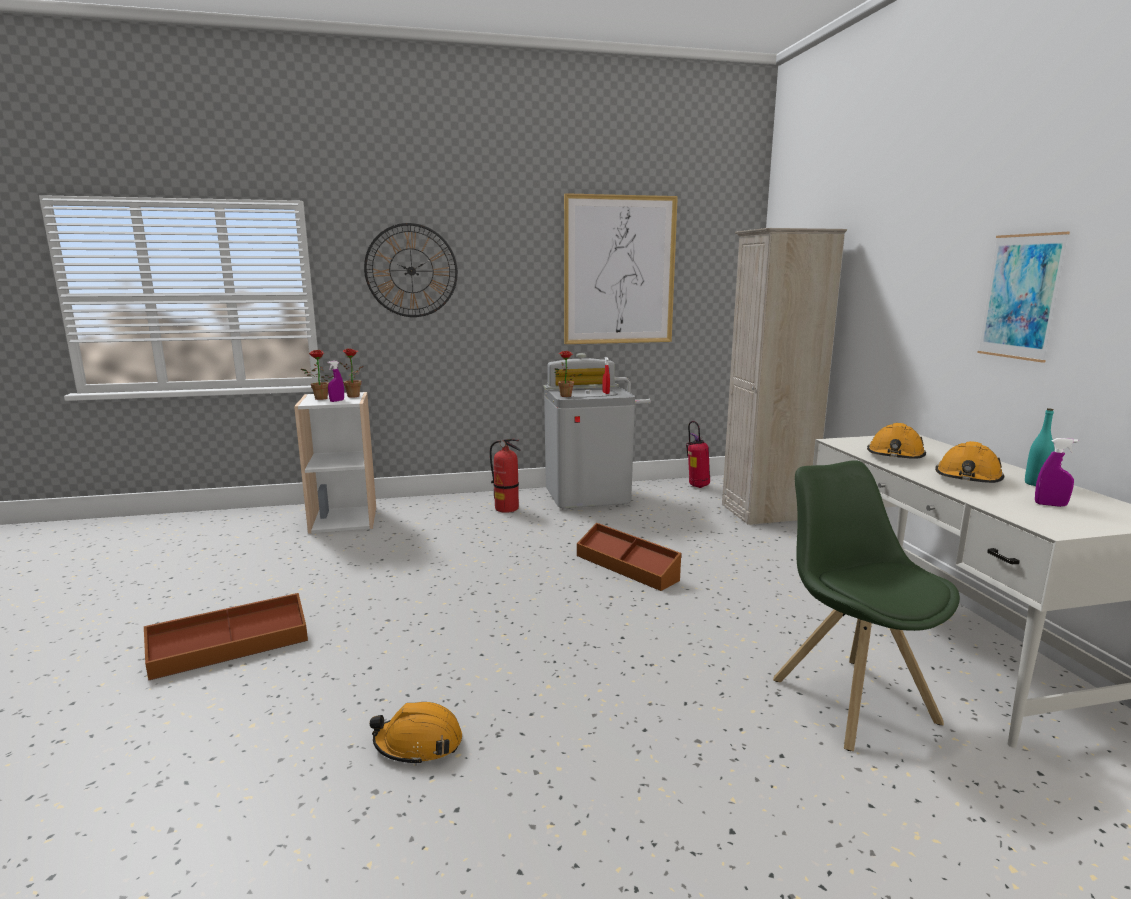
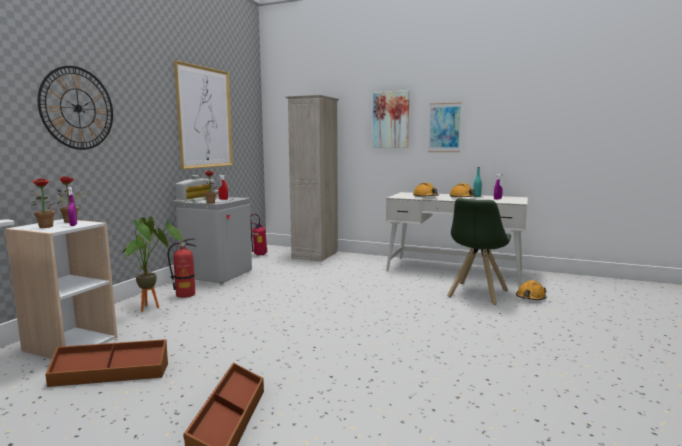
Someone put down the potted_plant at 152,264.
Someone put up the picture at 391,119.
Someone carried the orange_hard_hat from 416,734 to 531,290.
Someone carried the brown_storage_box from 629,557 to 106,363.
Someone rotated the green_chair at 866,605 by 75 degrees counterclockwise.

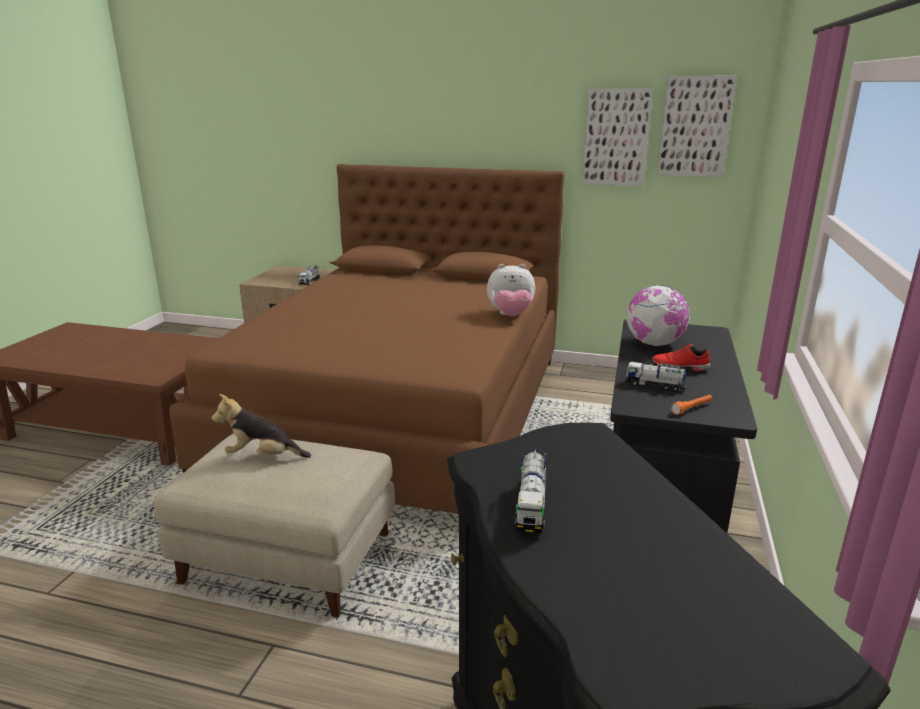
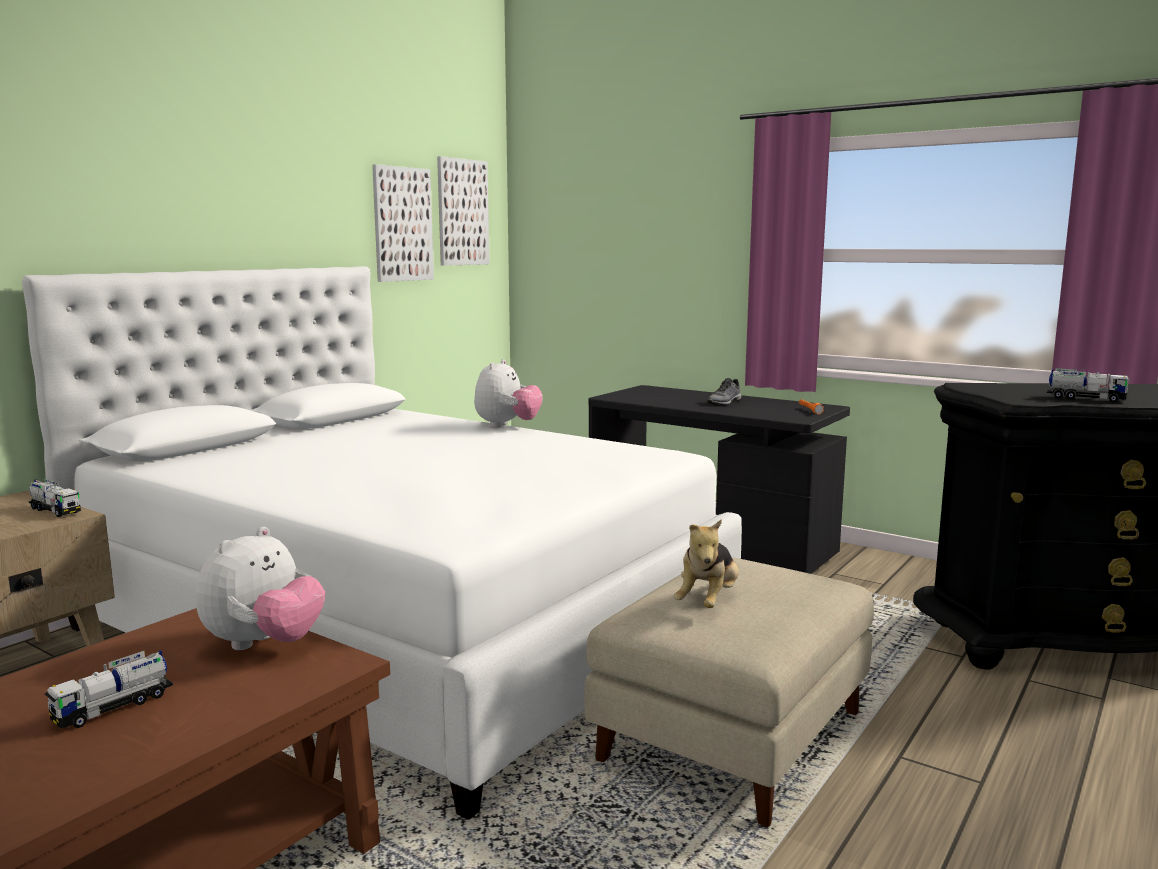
Someone took away the globe at 658,315.
Someone put down the plush_toy at 260,588.
Someone carried the toy_truck from 656,376 to 109,689.
Someone repainted the brown_bed at 366,339, which became the white_bed at 382,543.
Someone repainted the red_shoe at 681,357, which became the grey_shoe at 724,391.

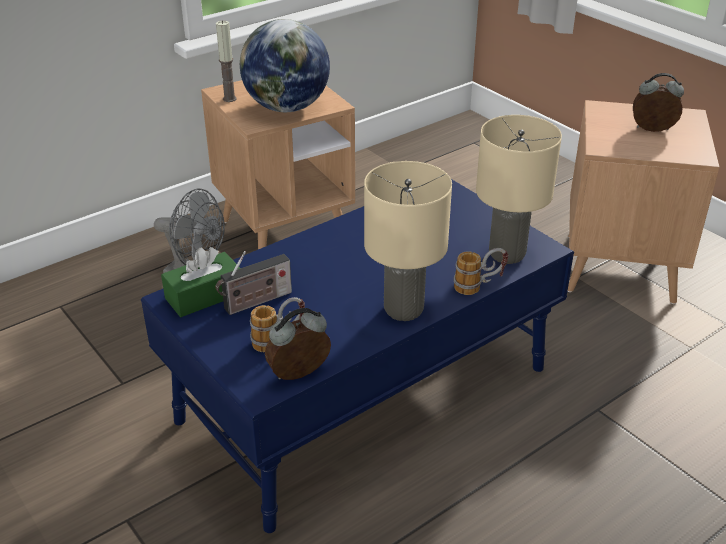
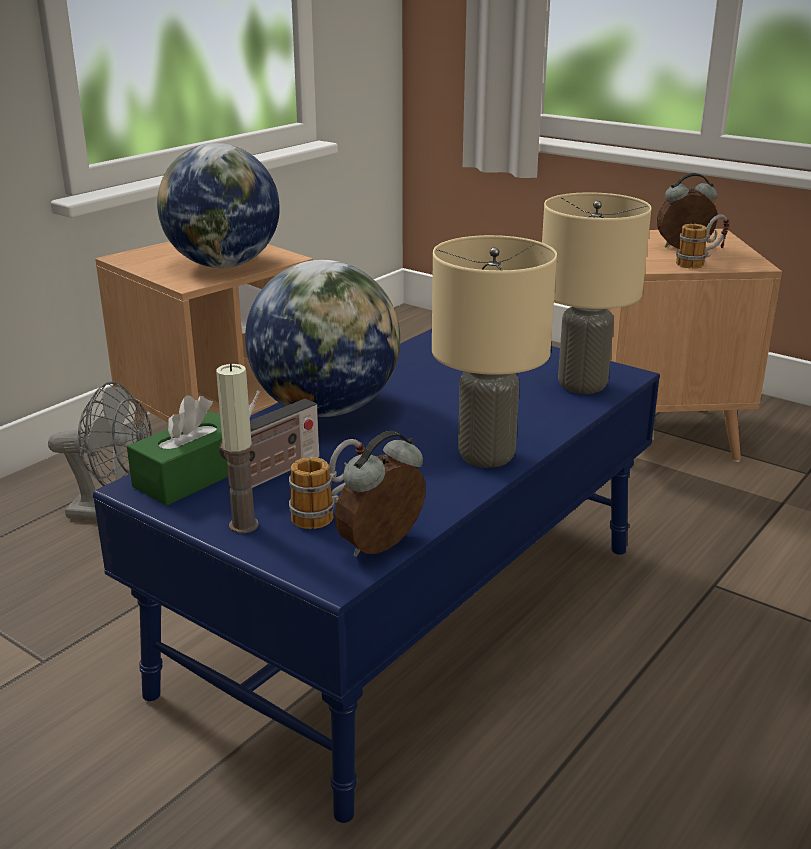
Someone put down the globe at 322,338.
Someone carried the candle from 226,61 to 237,448.
Someone carried the mug from 481,271 to 702,241.

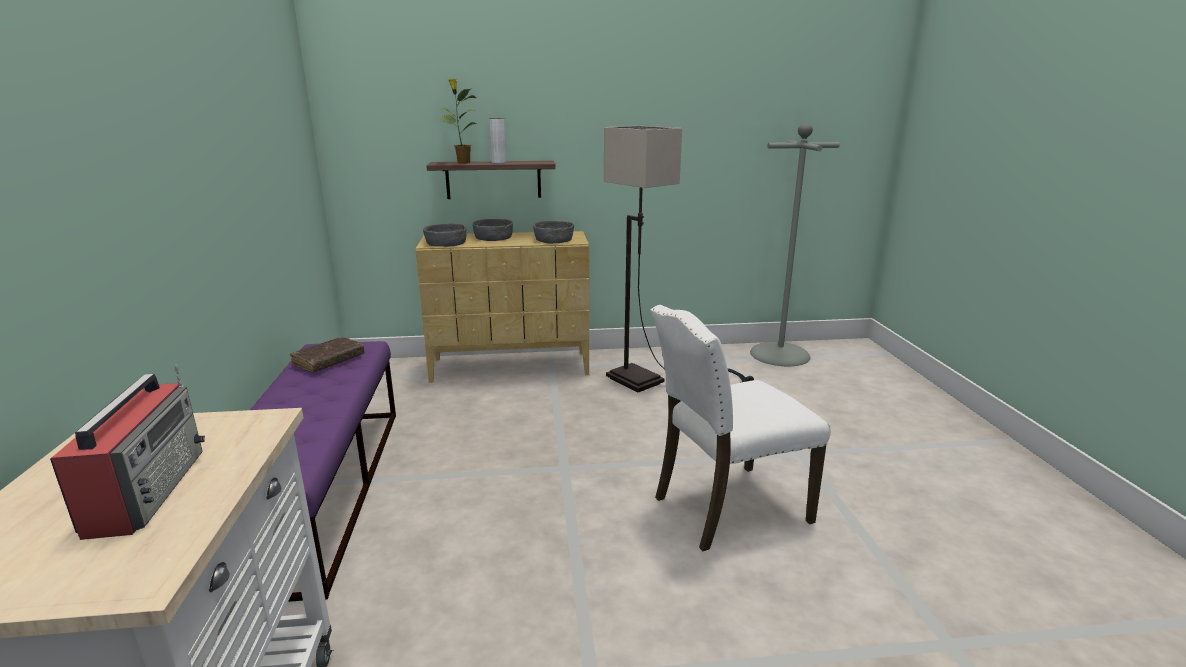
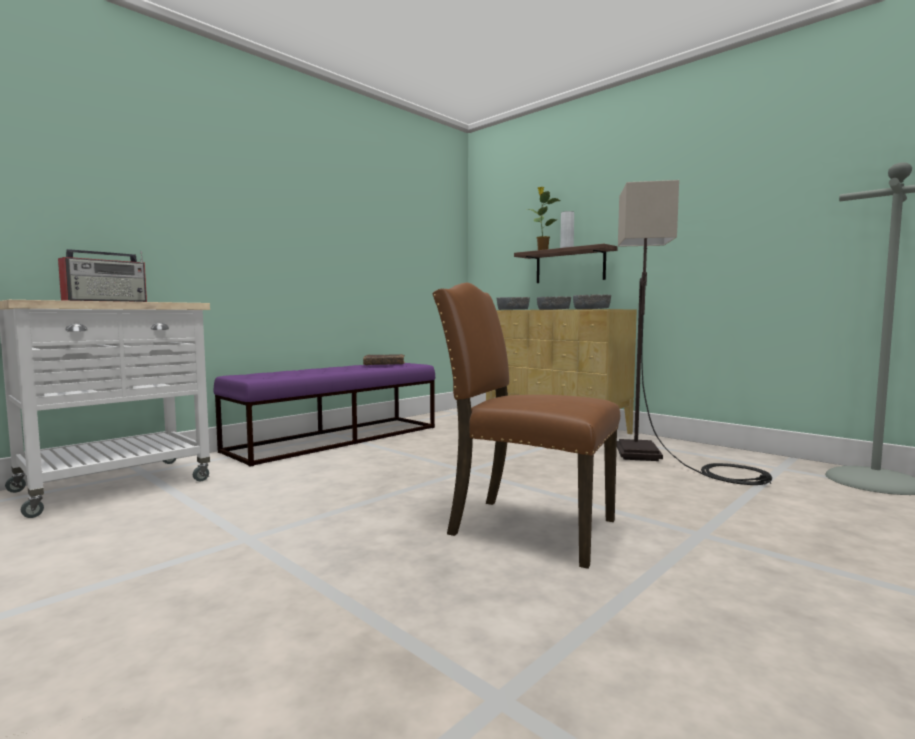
Someone repainted the white_chair at 740,428, which became the brown_chair at 526,426.

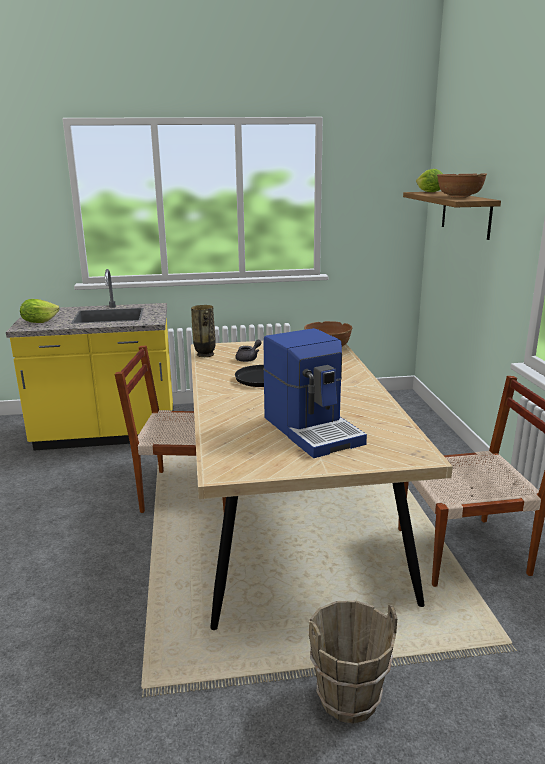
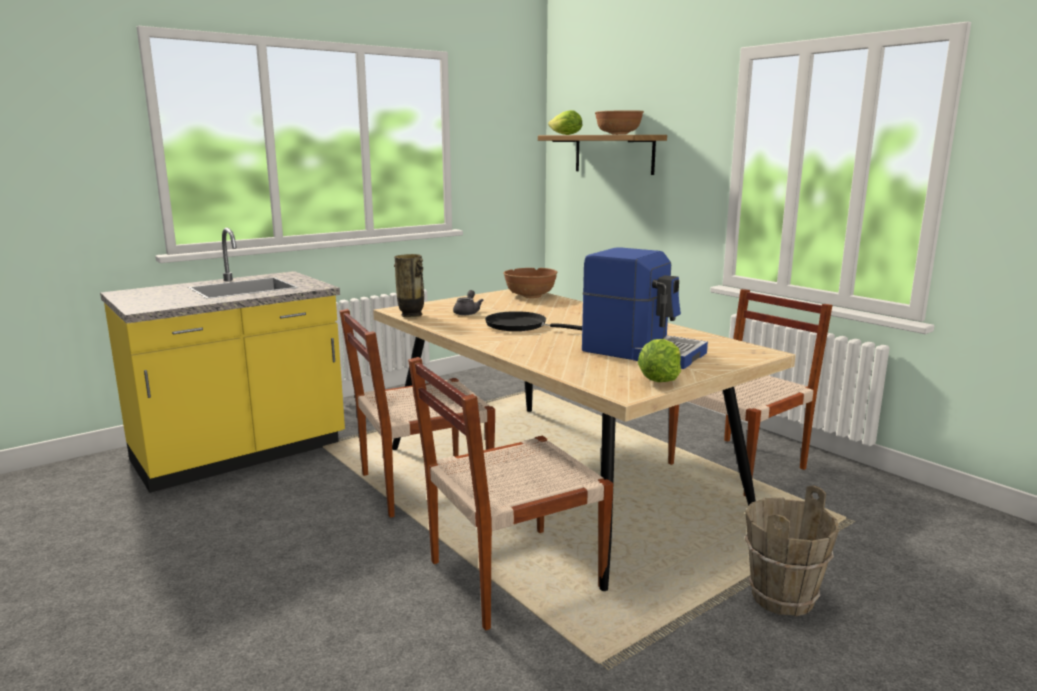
Someone put down the chair at 510,493.
Someone carried the lettuce from 39,311 to 659,360.

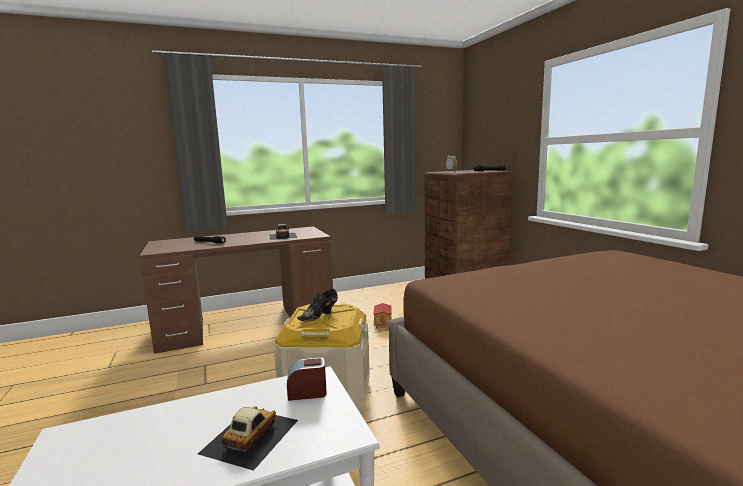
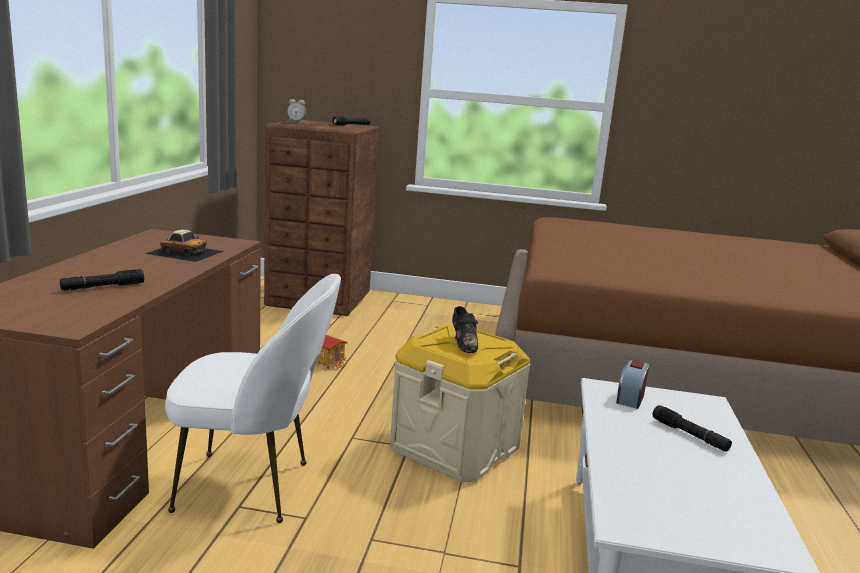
Someone put down the white_chair at 253,398.
Someone swapped the toy_car at 248,438 for the black_flashlight at 692,428.

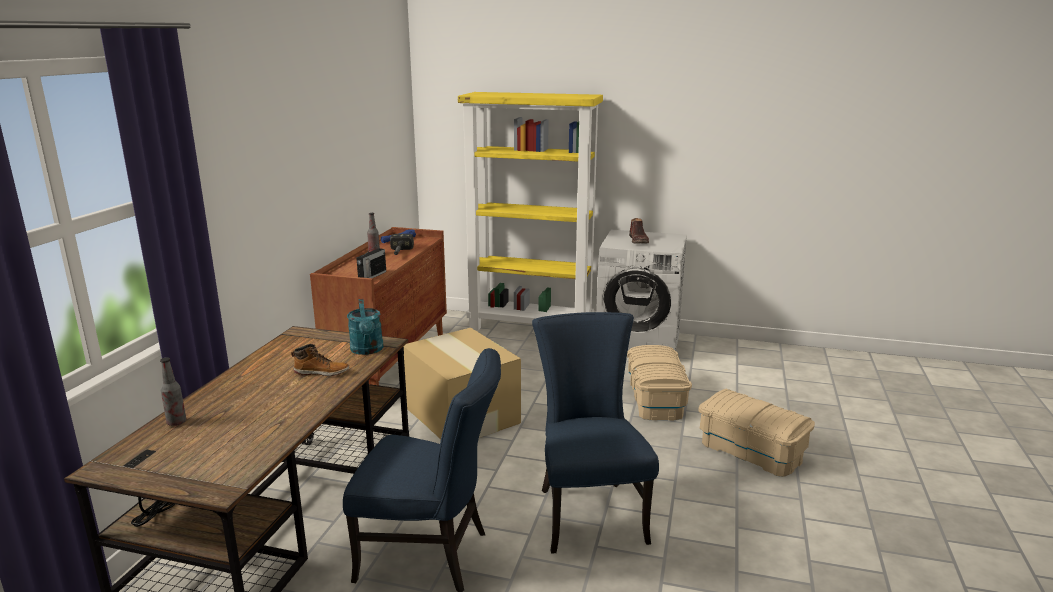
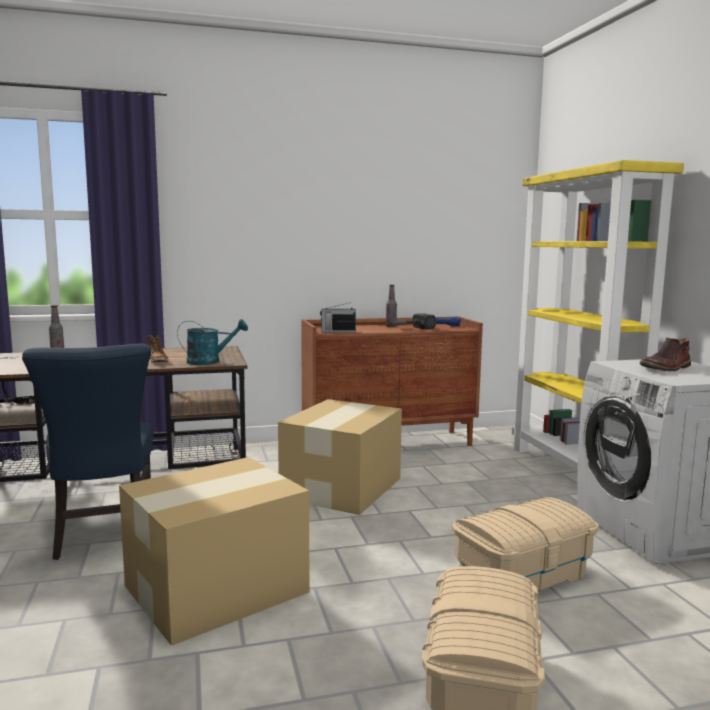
Someone swapped the blue_chair at 595,433 for the cardboard_box at 214,551.
Someone rotated the turquoise_watering_can at 365,327 by 150 degrees counterclockwise.

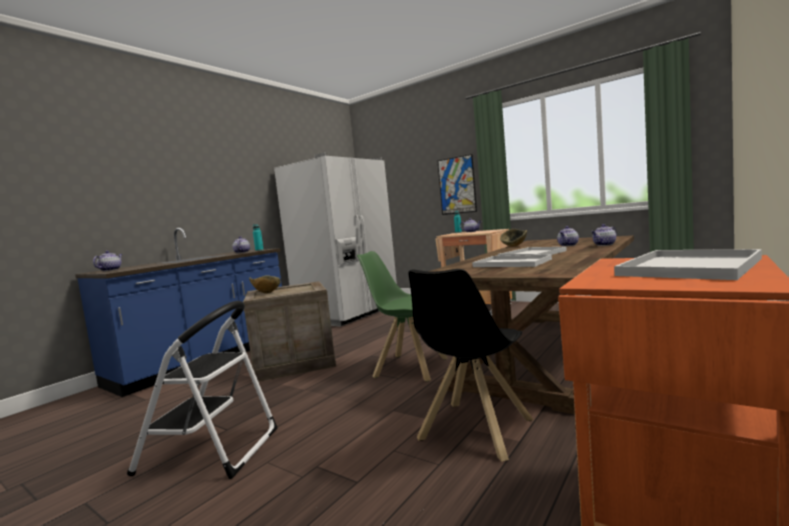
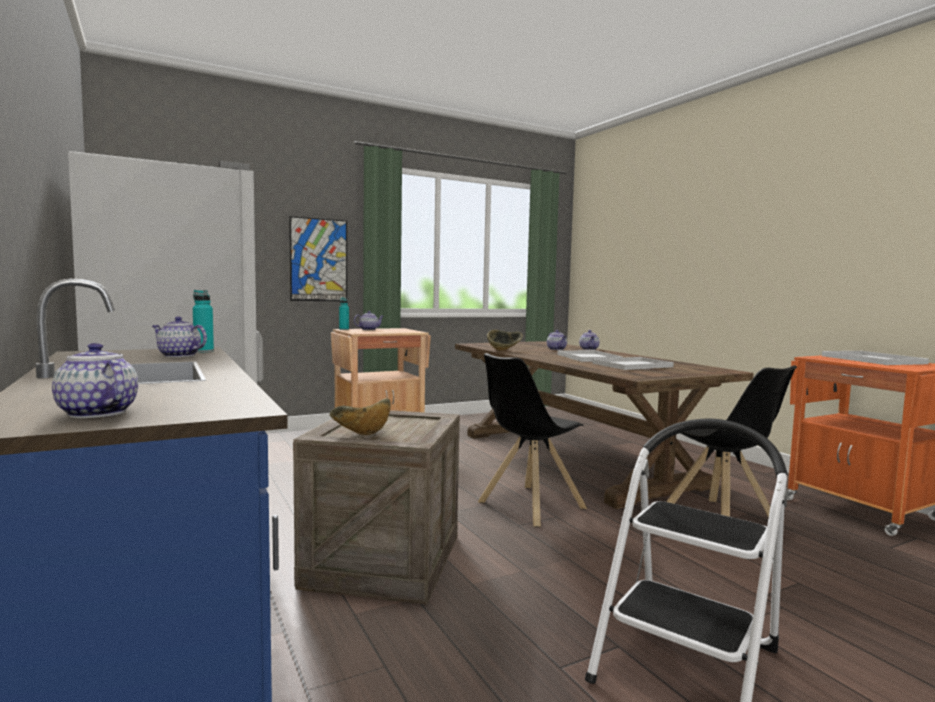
Someone repainted the green_chair at 402,316, which became the black_chair at 532,440.

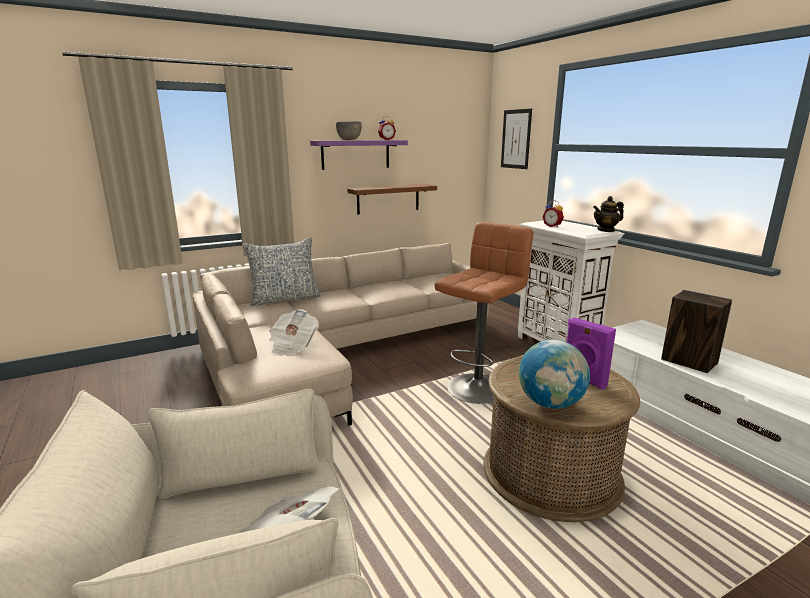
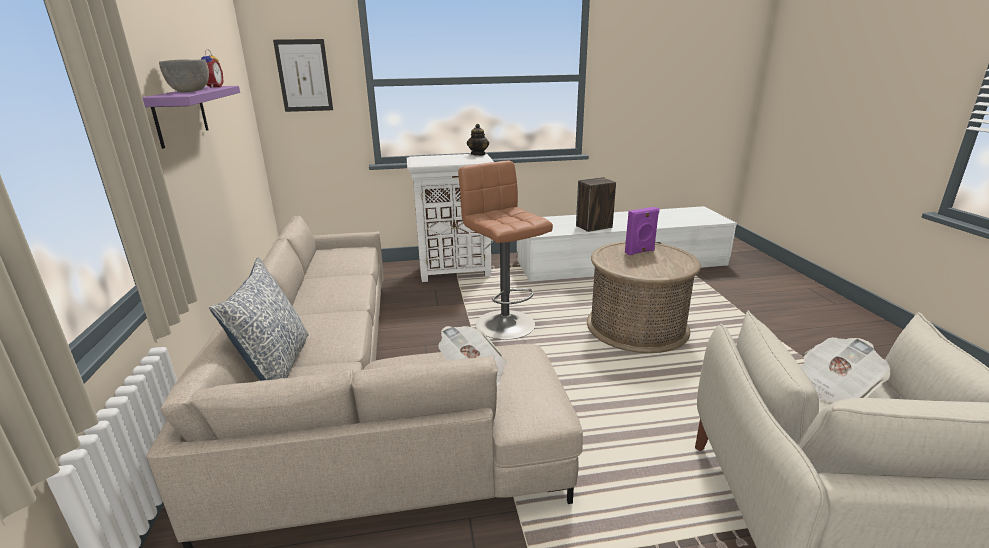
Someone took away the brown_shelf at 392,199.
Someone took away the globe at 554,374.
Someone took away the alarm_clock at 553,213.

